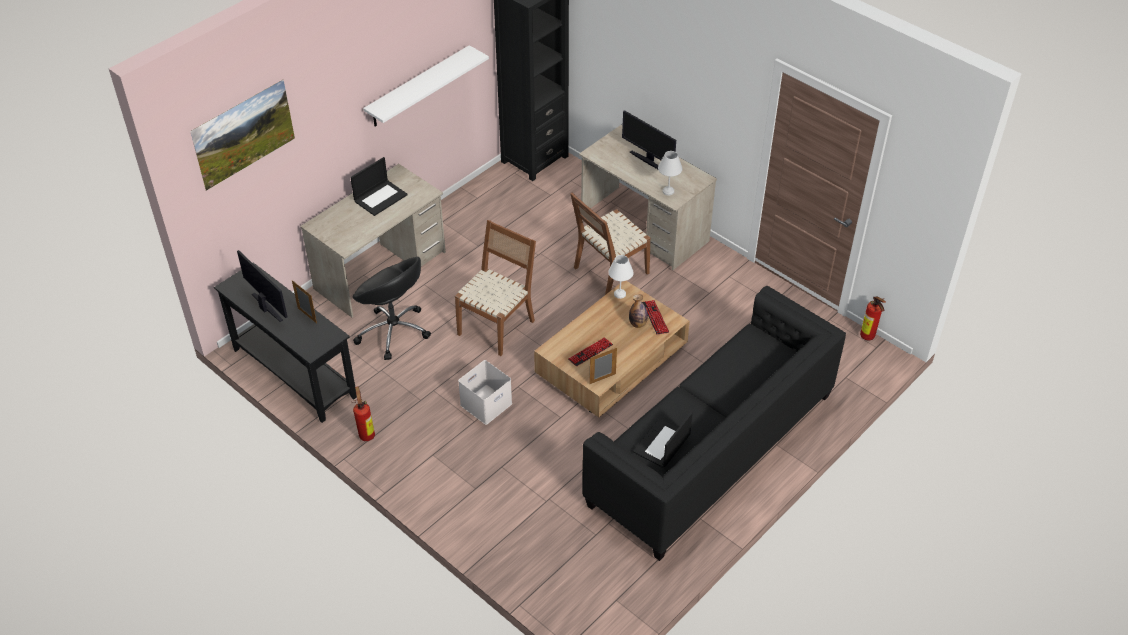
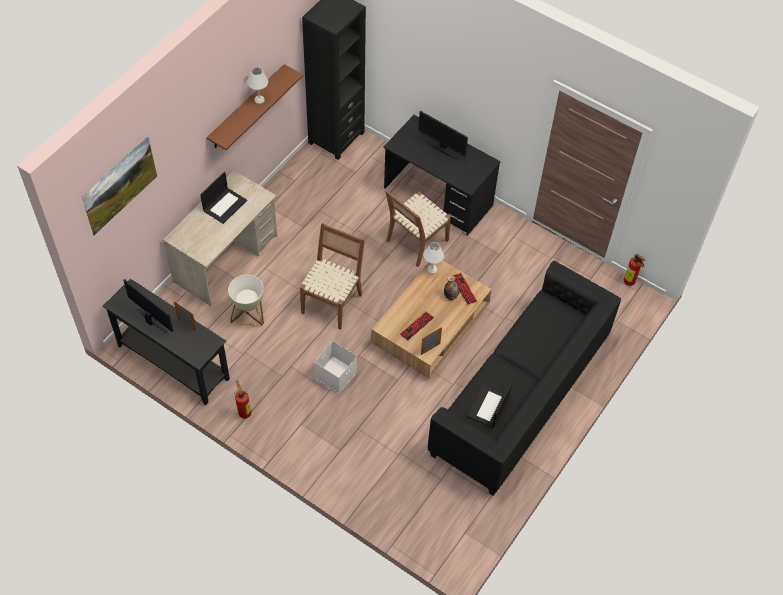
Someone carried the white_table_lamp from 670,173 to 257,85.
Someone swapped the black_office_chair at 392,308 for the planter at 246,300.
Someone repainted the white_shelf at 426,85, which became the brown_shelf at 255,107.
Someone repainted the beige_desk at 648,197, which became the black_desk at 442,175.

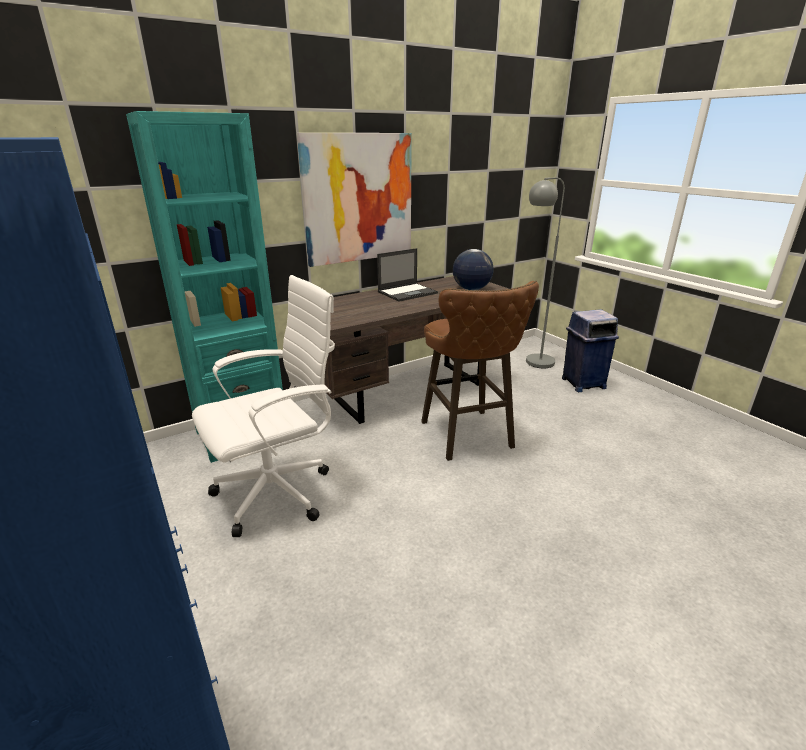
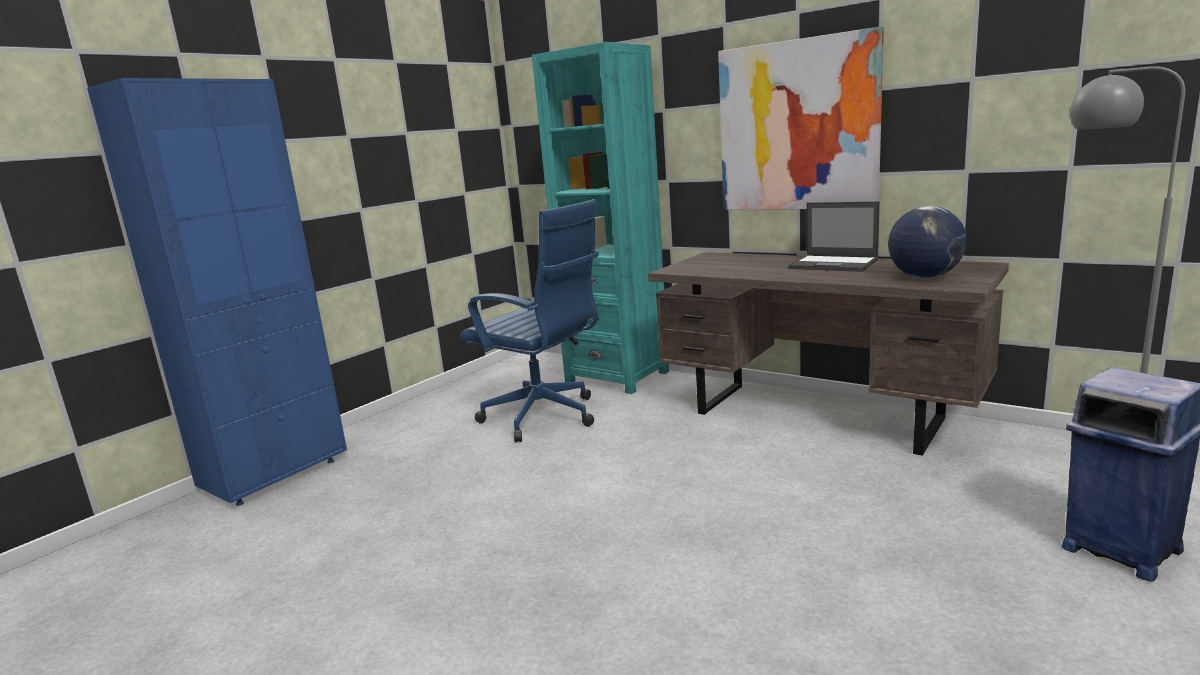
Someone took away the brown_stool at 480,371.
Someone repainted the white_office_chair at 263,406, which became the blue_office_chair at 529,321.

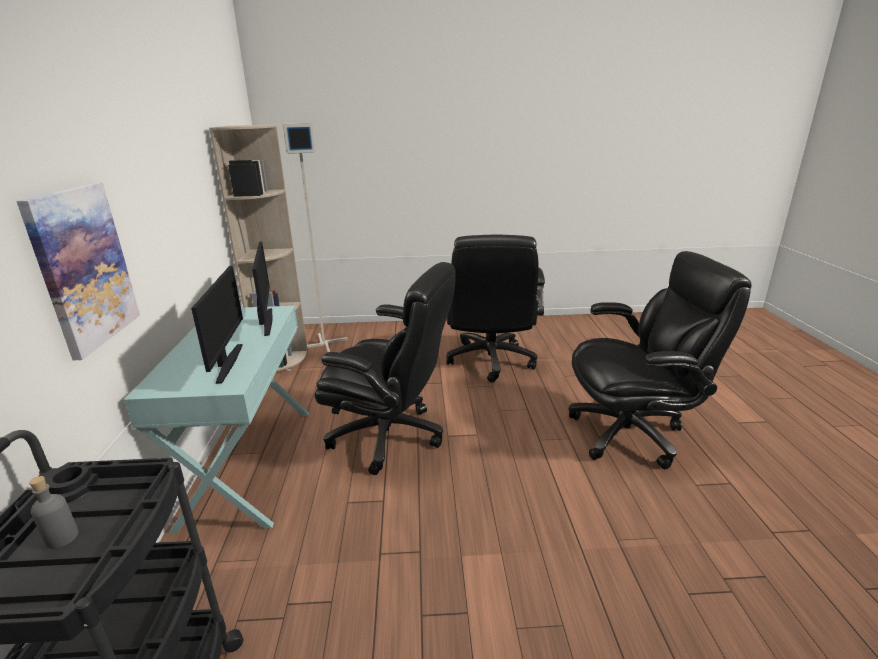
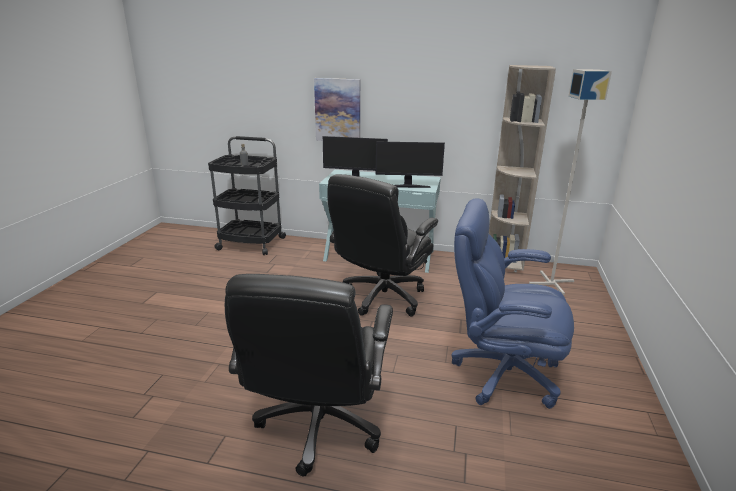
Someone repainted the black_office_chair at 495,308, which became the blue_office_chair at 512,304.

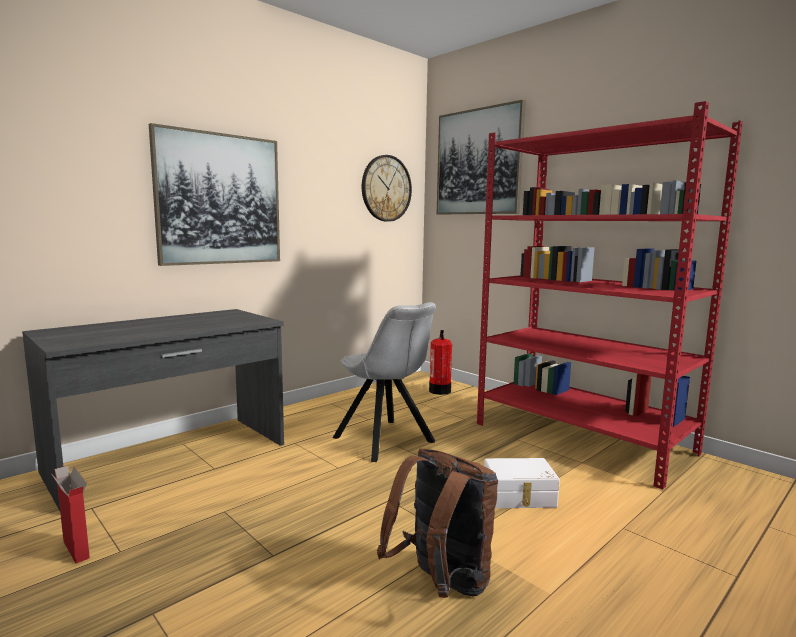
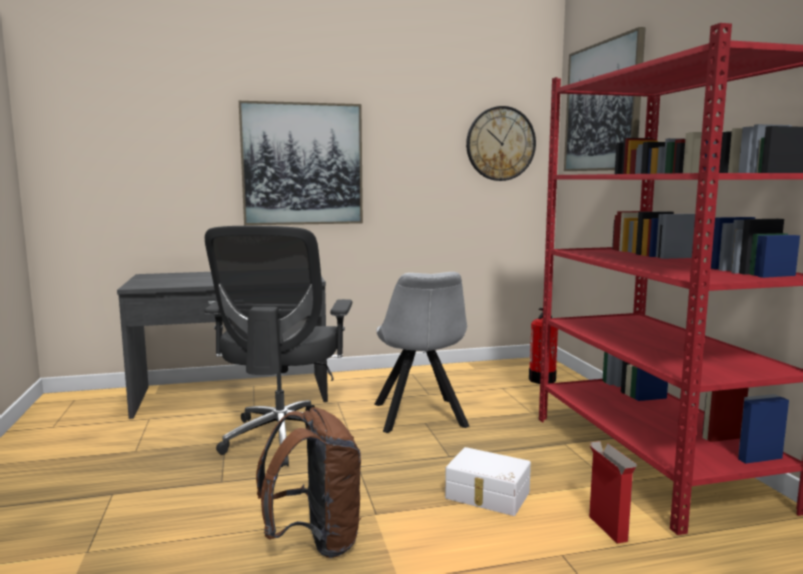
Someone put down the office_chair at 278,346.
Someone carried the cardboard_box from 70,514 to 613,492.

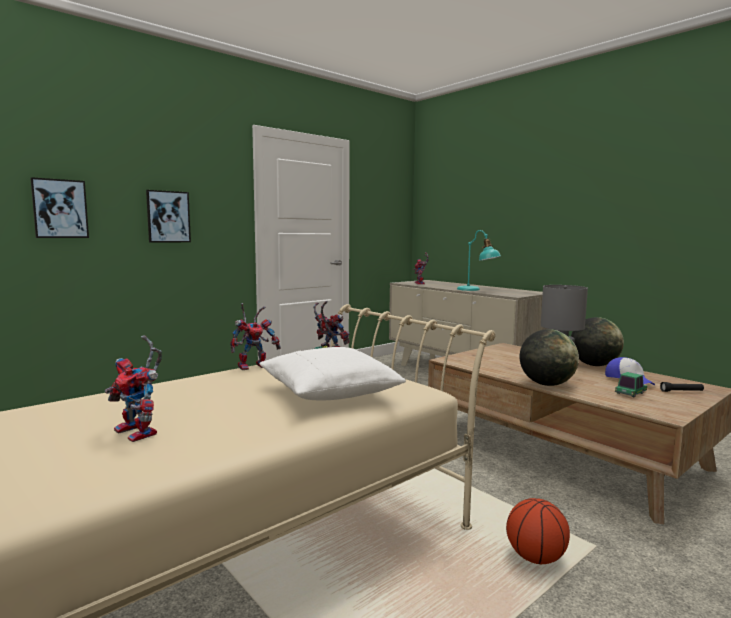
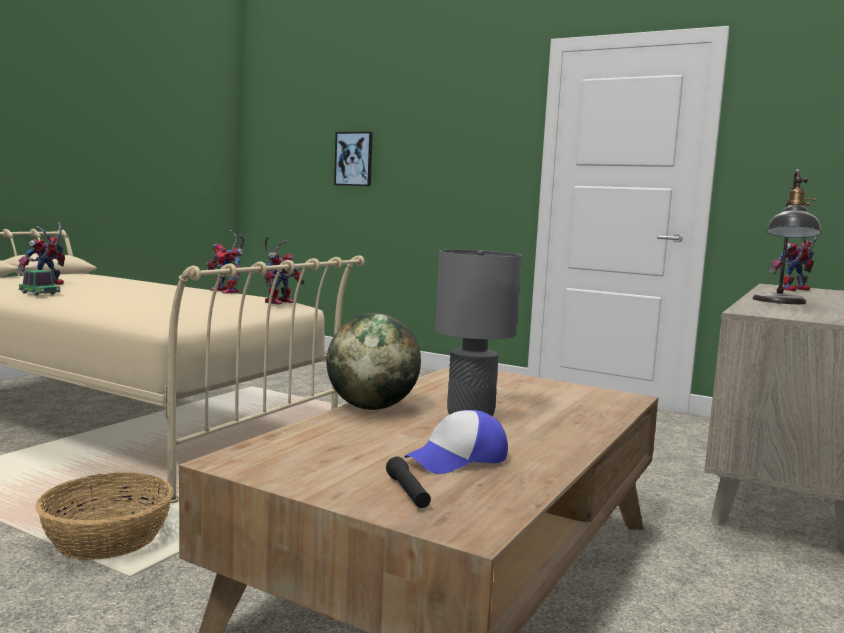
Someone took away the picture at 168,216.
Someone took away the white_pillow at 333,373.
Someone took away the globe at 597,341.
Someone carried the toy_car from 631,384 to 39,283.
Someone swapped the basketball at 538,531 for the basket at 104,516.
Someone repainted the turquoise_table_lamp at 479,260, which became the grey_table_lamp at 787,236.

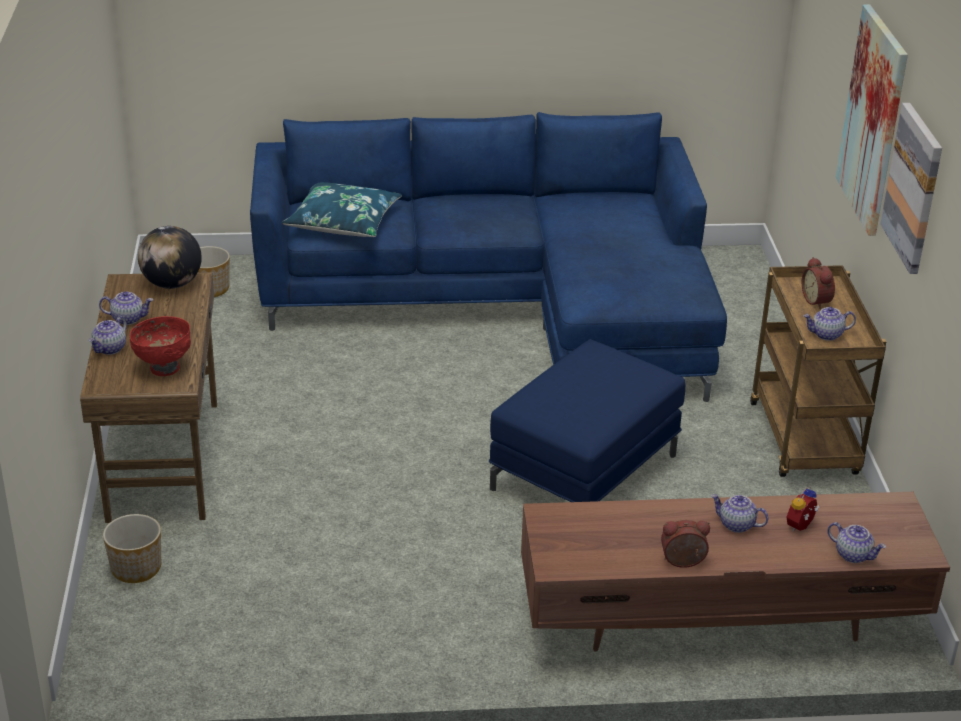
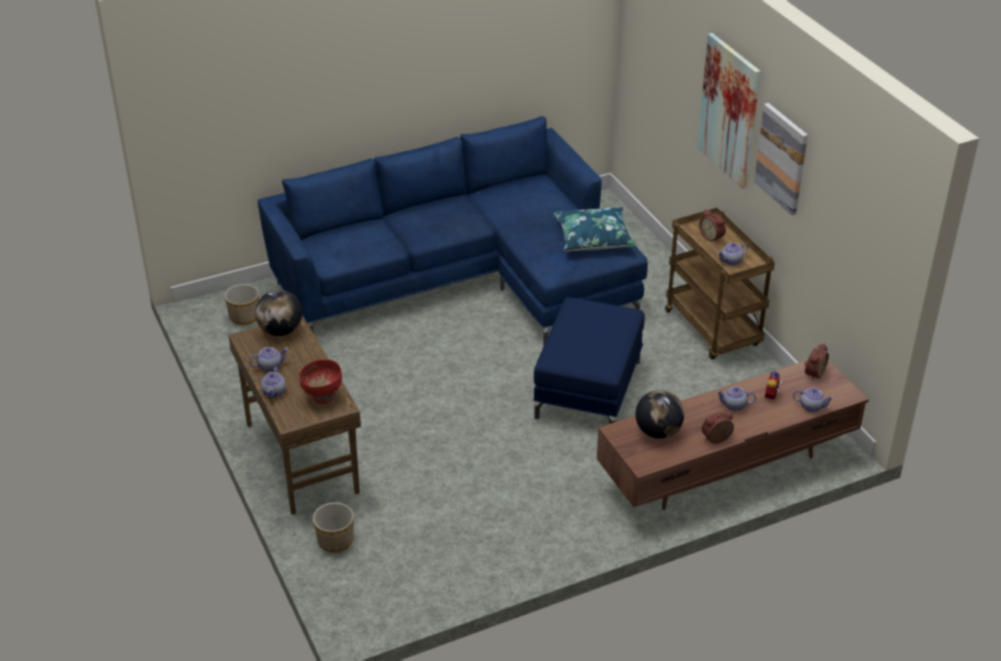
Someone put down the globe at 659,414.
Someone put down the alarm_clock at 816,362.
Someone carried the blue_pillow from 342,209 to 595,229.

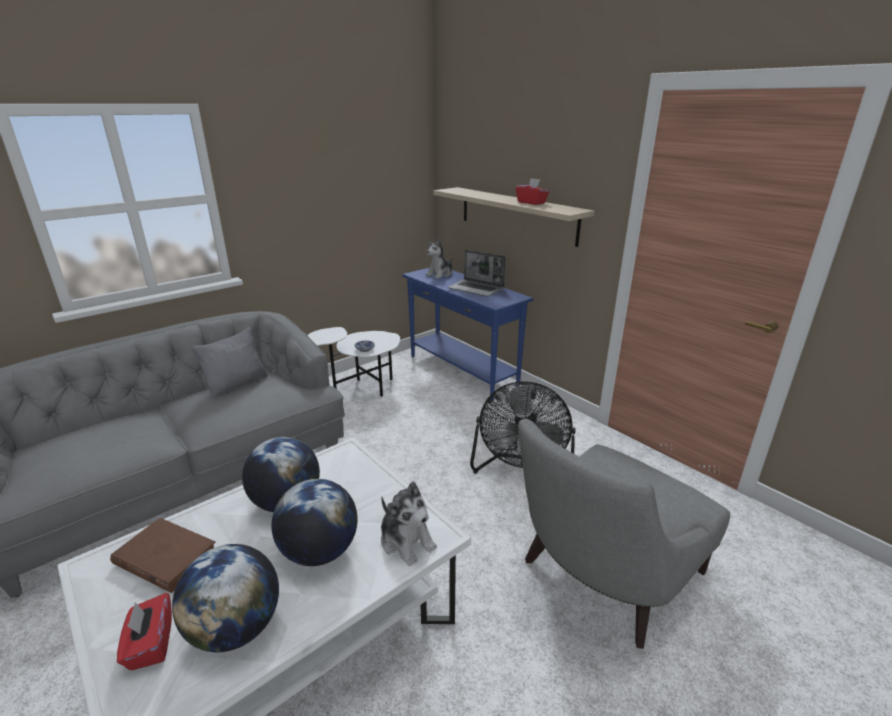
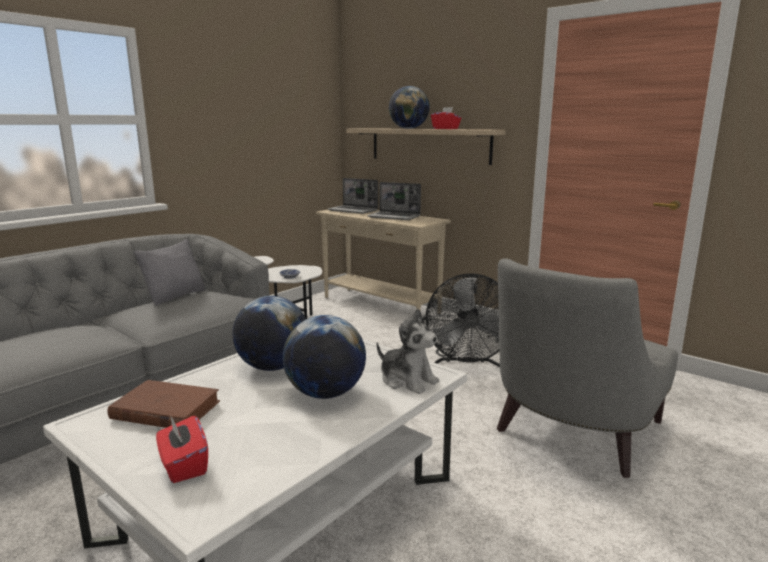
Someone carried the globe from 225,598 to 409,107.
Someone swapped the plush_toy at 439,259 for the laptop at 353,196.
Someone repainted the blue_console_table at 468,334, which became the beige_console_table at 383,262.

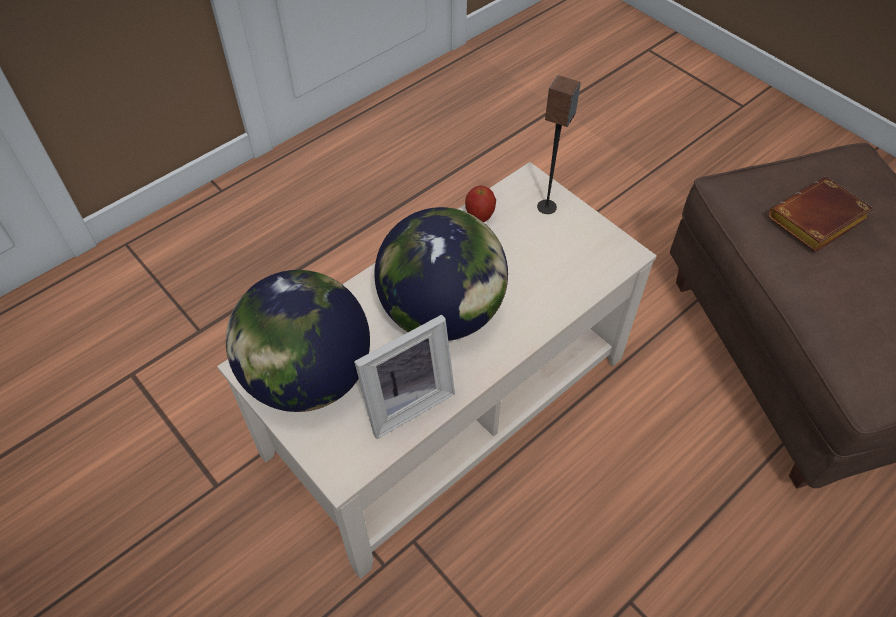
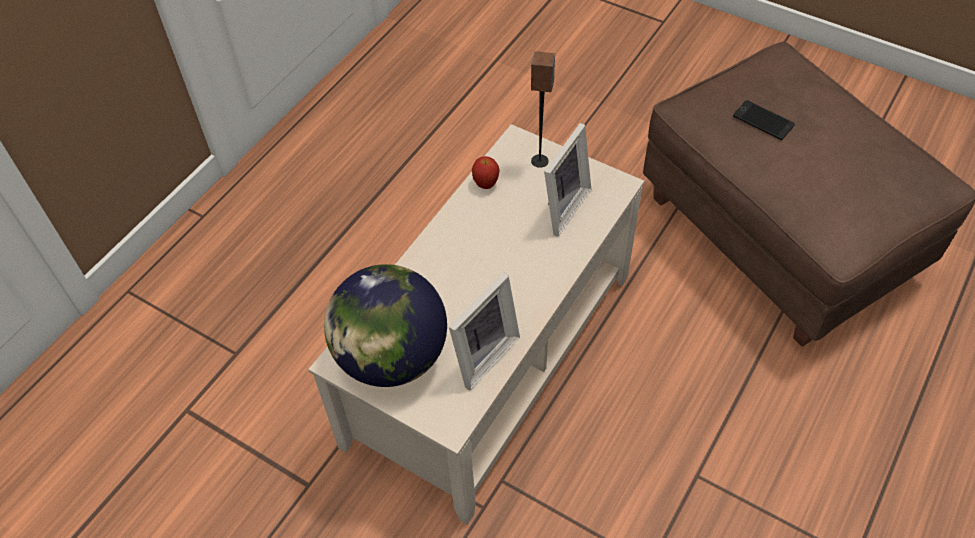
Someone took away the globe at 441,274.
Someone put down the picture_frame at 567,180.
Someone swapped the brown_book at 821,214 for the phone at 764,120.

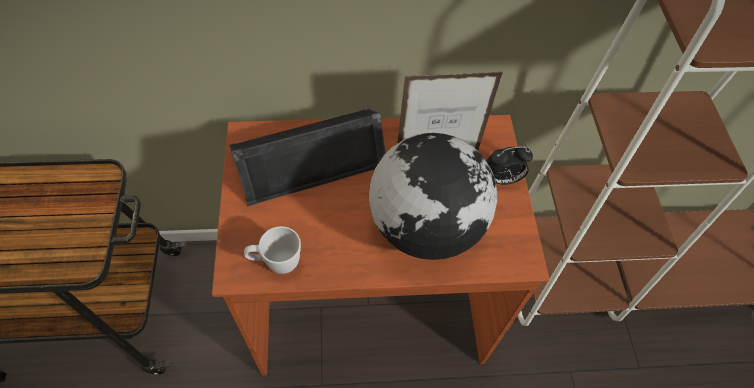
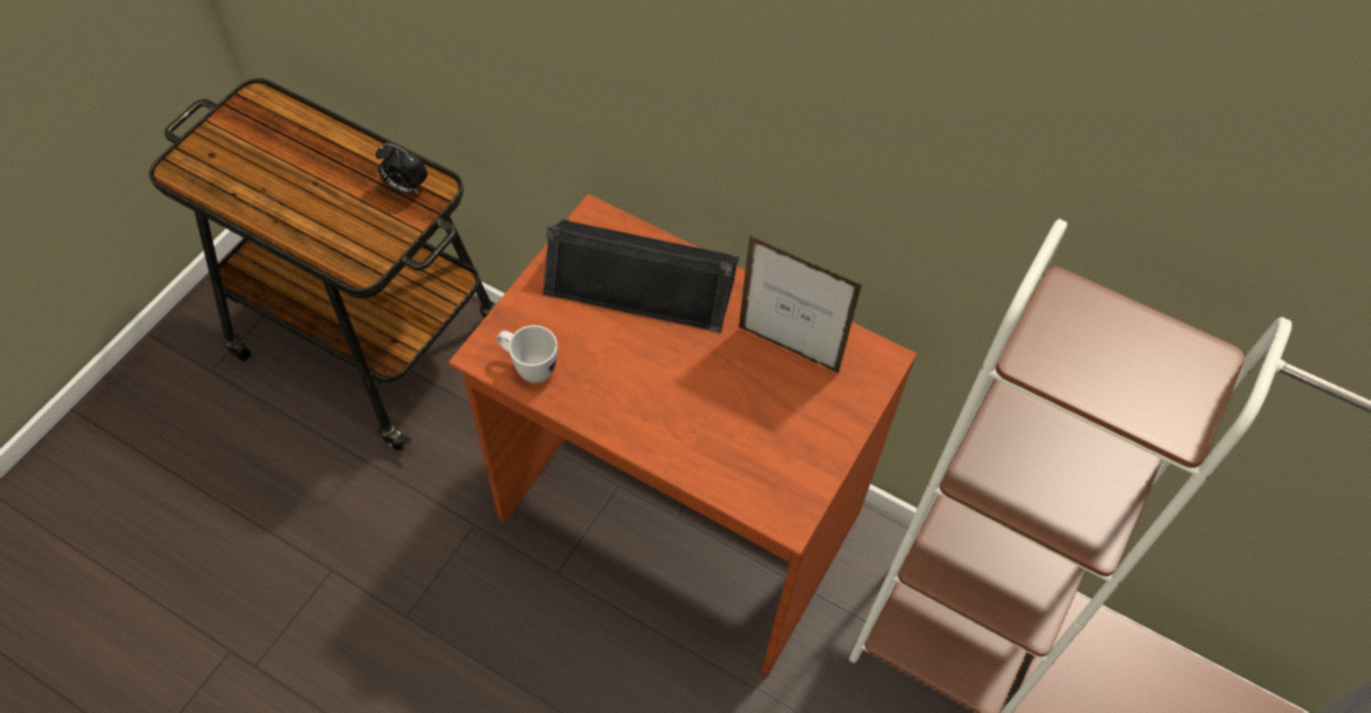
Someone took away the globe at 433,196.
Someone carried the alarm_clock from 509,165 to 402,168.

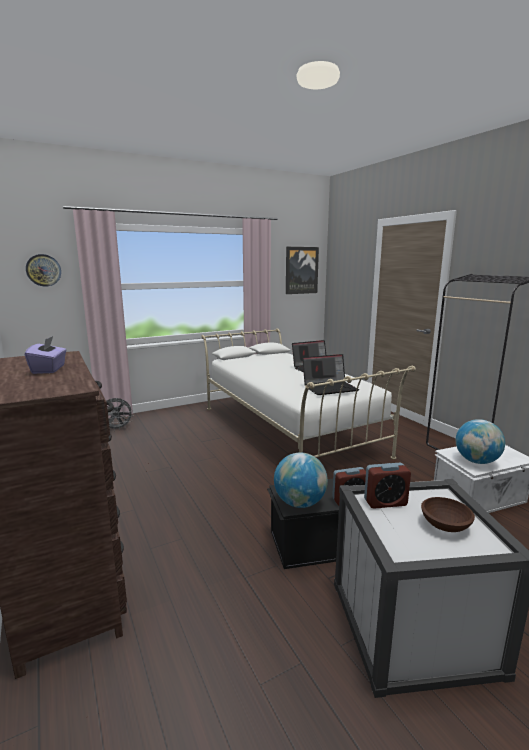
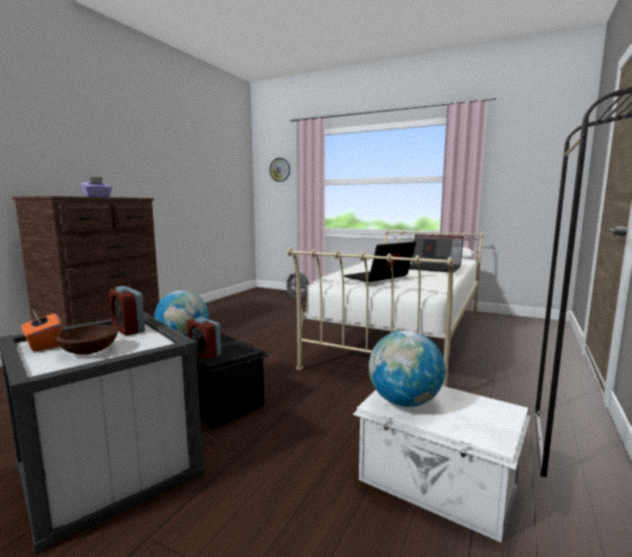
Someone took away the picture at 302,270.
Someone put down the orange_tissue_box at 41,330.
Someone rotated the laptop at 330,374 by 105 degrees clockwise.

